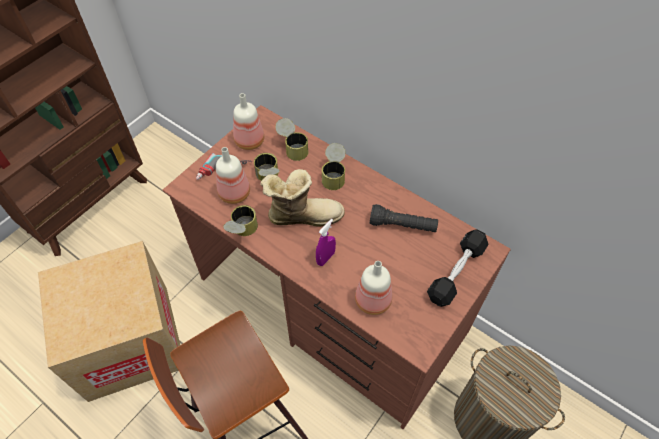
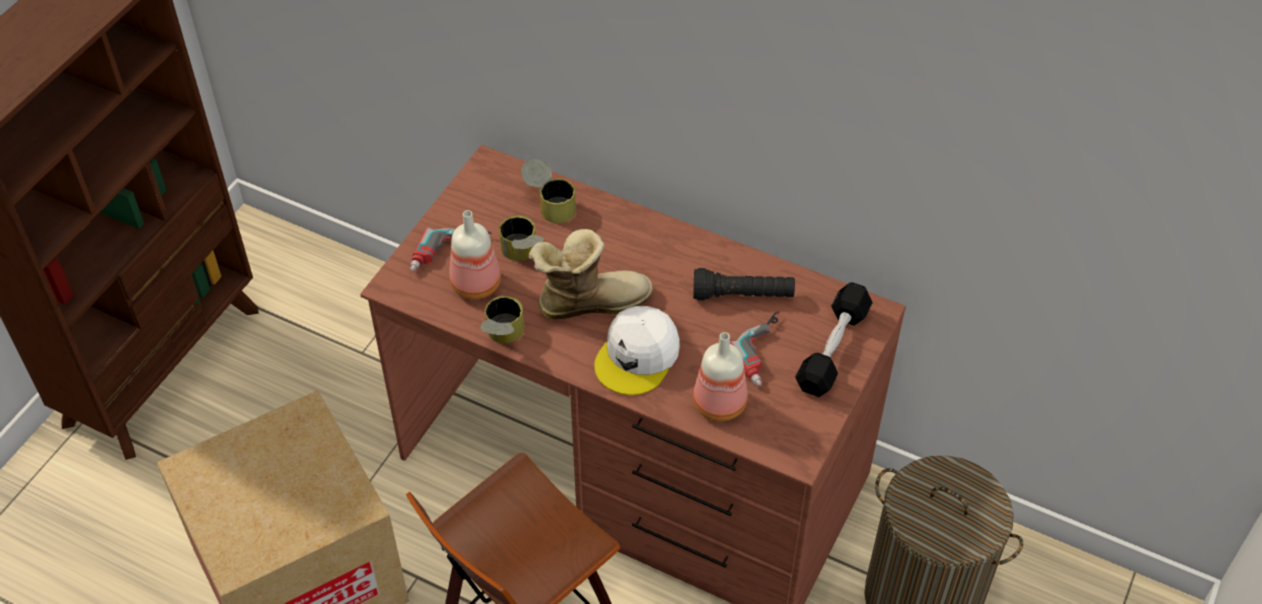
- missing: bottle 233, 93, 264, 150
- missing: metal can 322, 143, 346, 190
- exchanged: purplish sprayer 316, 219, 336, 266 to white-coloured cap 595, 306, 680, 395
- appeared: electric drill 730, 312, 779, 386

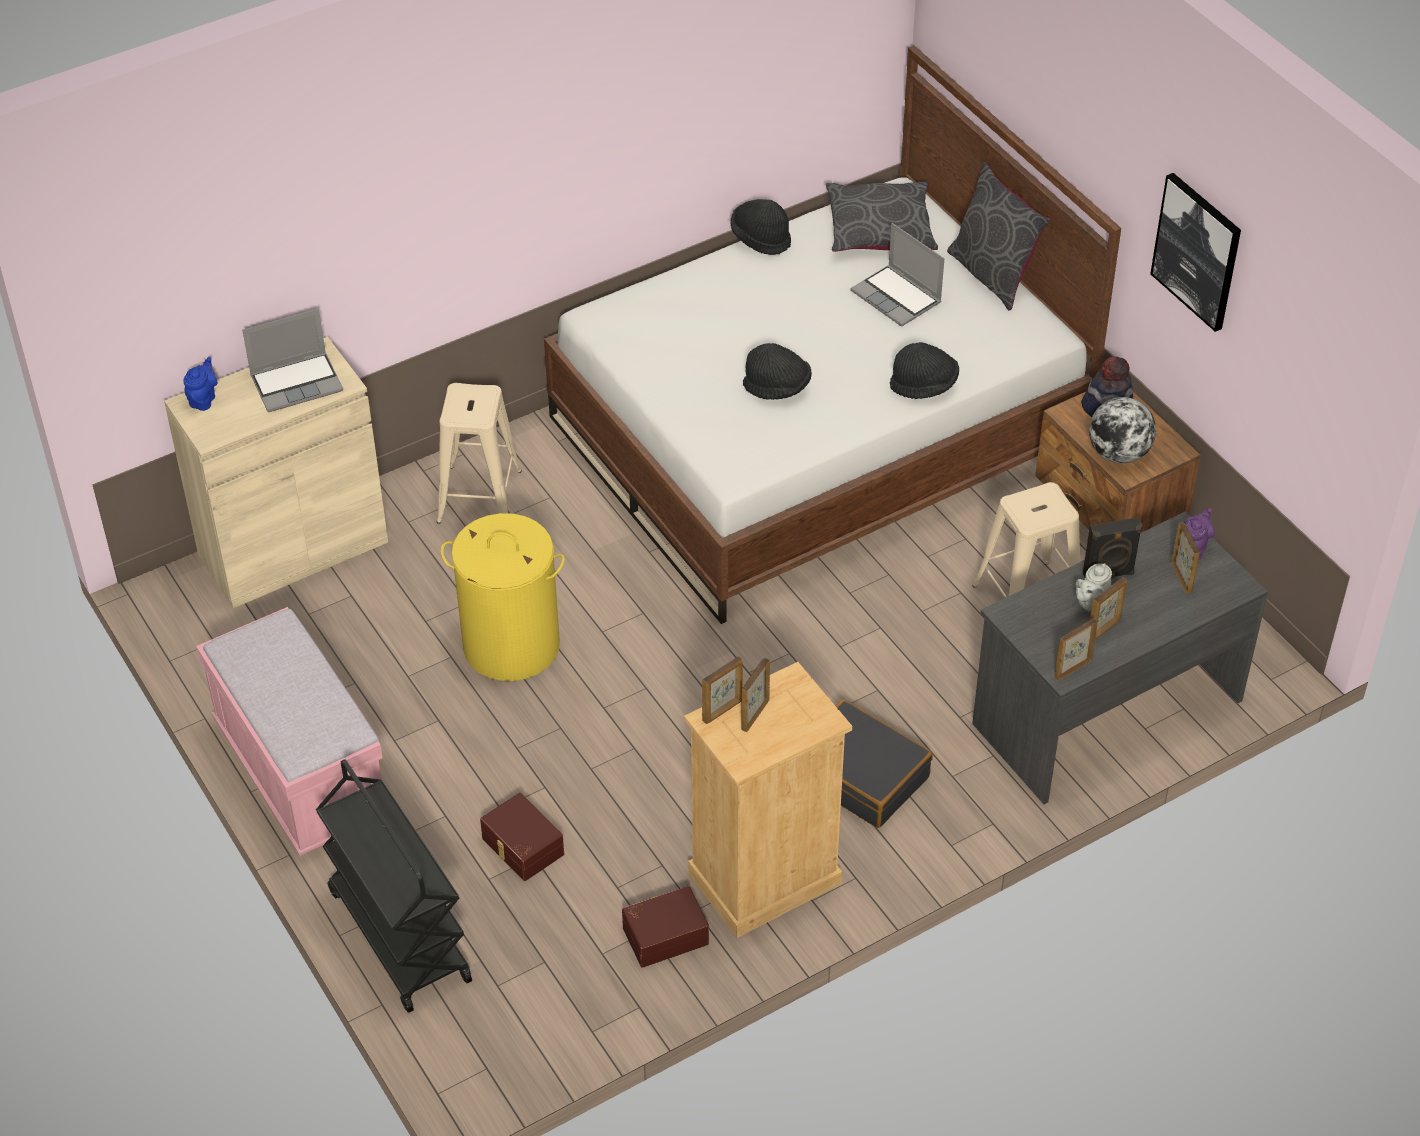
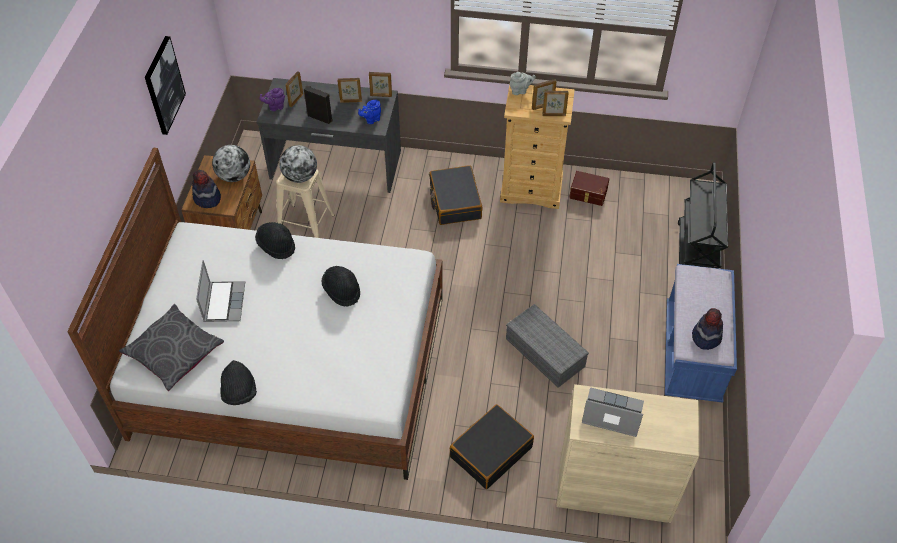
- missing: grey throw pillow 947, 162, 1050, 311
- relocated: blue-coloured tea pot 183, 357, 218, 411 to 358, 100, 381, 124
- exchanged: beige-coloured sitting stool 437, 383, 522, 524 to black-coloured piece of luggage 450, 404, 534, 489
- exchanged: yellowish washing basket 441, 513, 565, 681 to grey storage box 506, 304, 589, 388
- relocated: grey tea pot 1076, 563, 1112, 612 to 510, 72, 536, 95
- colour: pink-coloured long seat 196, 607, 383, 856 to blue-coloured long seat 665, 264, 737, 403
- missing: brownish storage box 480, 793, 564, 881
- appeared: world globe 279, 145, 317, 183
- appeared: clothing hat 692, 308, 723, 350

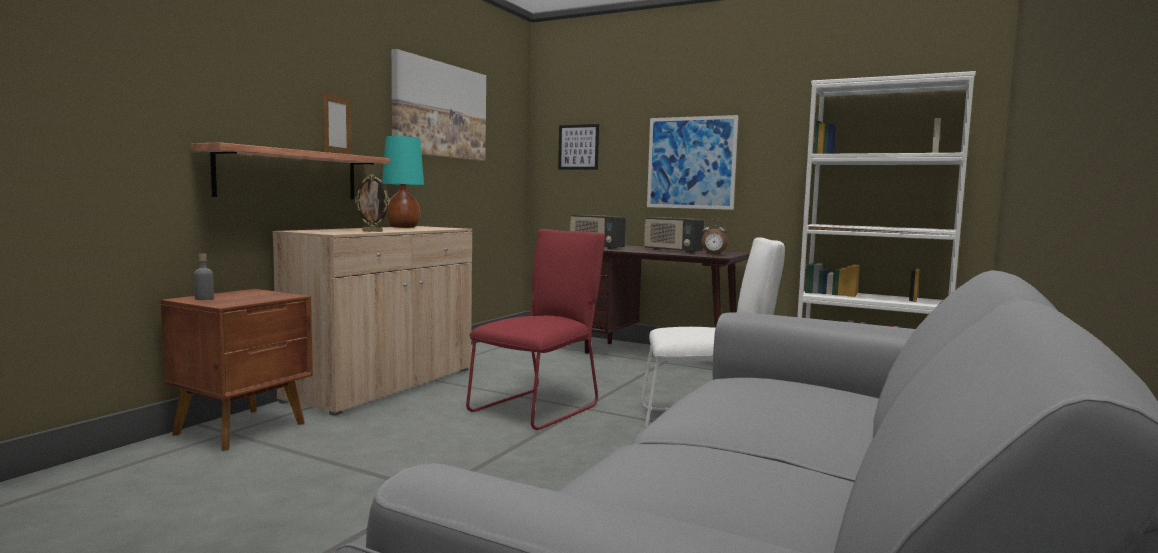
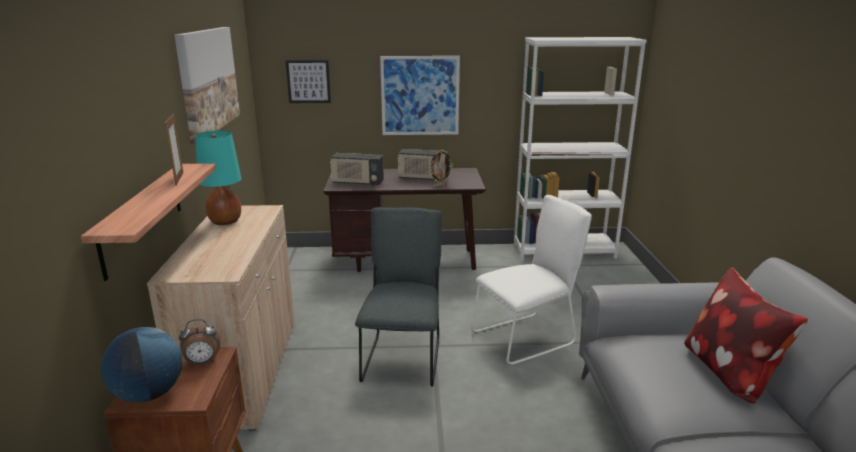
- relocated: standing frame 355, 175, 390, 232 to 430, 150, 453, 187
- relocated: table clock 701, 220, 728, 255 to 179, 319, 221, 365
- colour: red upright chair 466, 229, 605, 430 to grey upright chair 355, 207, 442, 387
- exchanged: grey bottle 194, 254, 214, 300 to world globe 101, 327, 182, 402
- appeared: throw pillow 684, 267, 808, 404

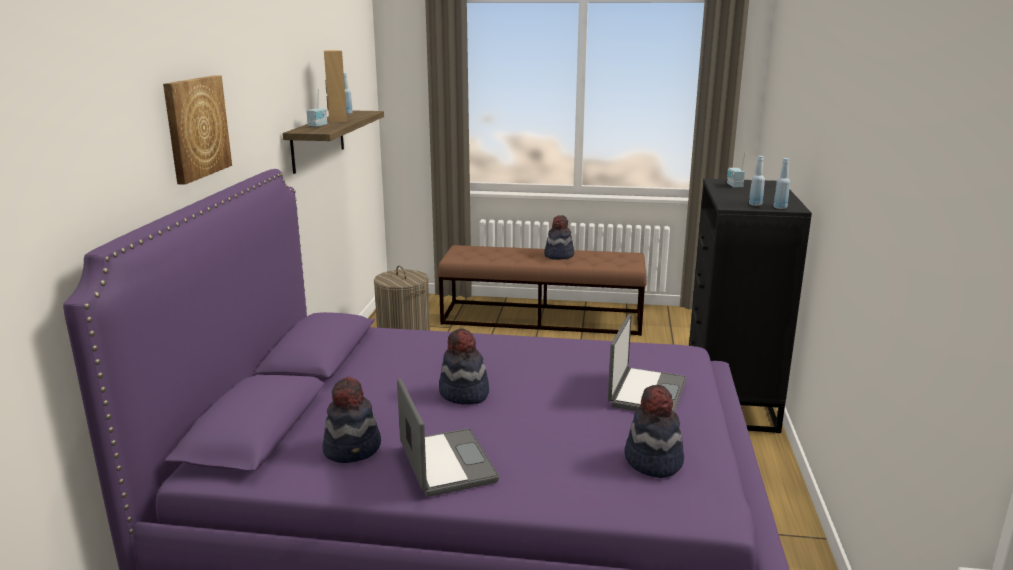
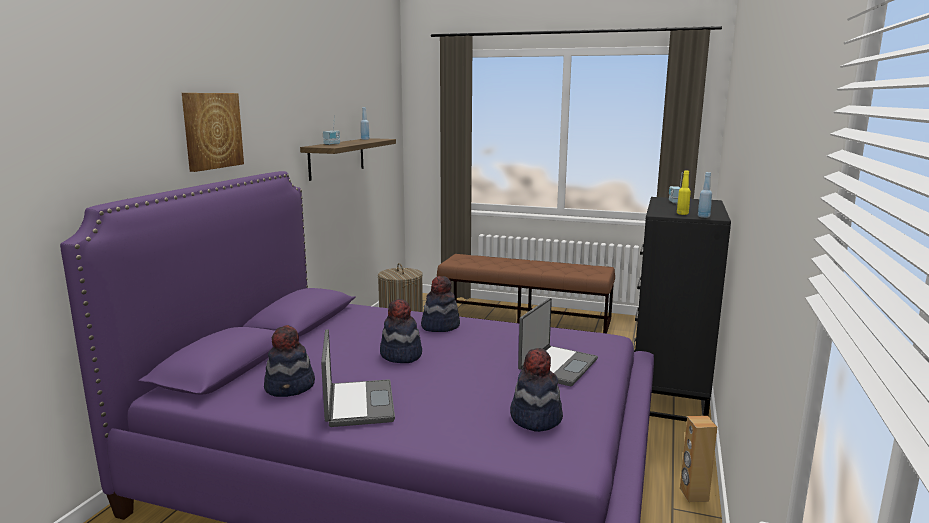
- relocated: brownish loudspeaker 324, 50, 347, 123 to 680, 416, 717, 502
- colour: blue-coloured bottle 749, 156, 765, 206 to yellowish bottle 677, 171, 691, 215
- relocated: clothing hat 544, 215, 574, 260 to 421, 276, 460, 332

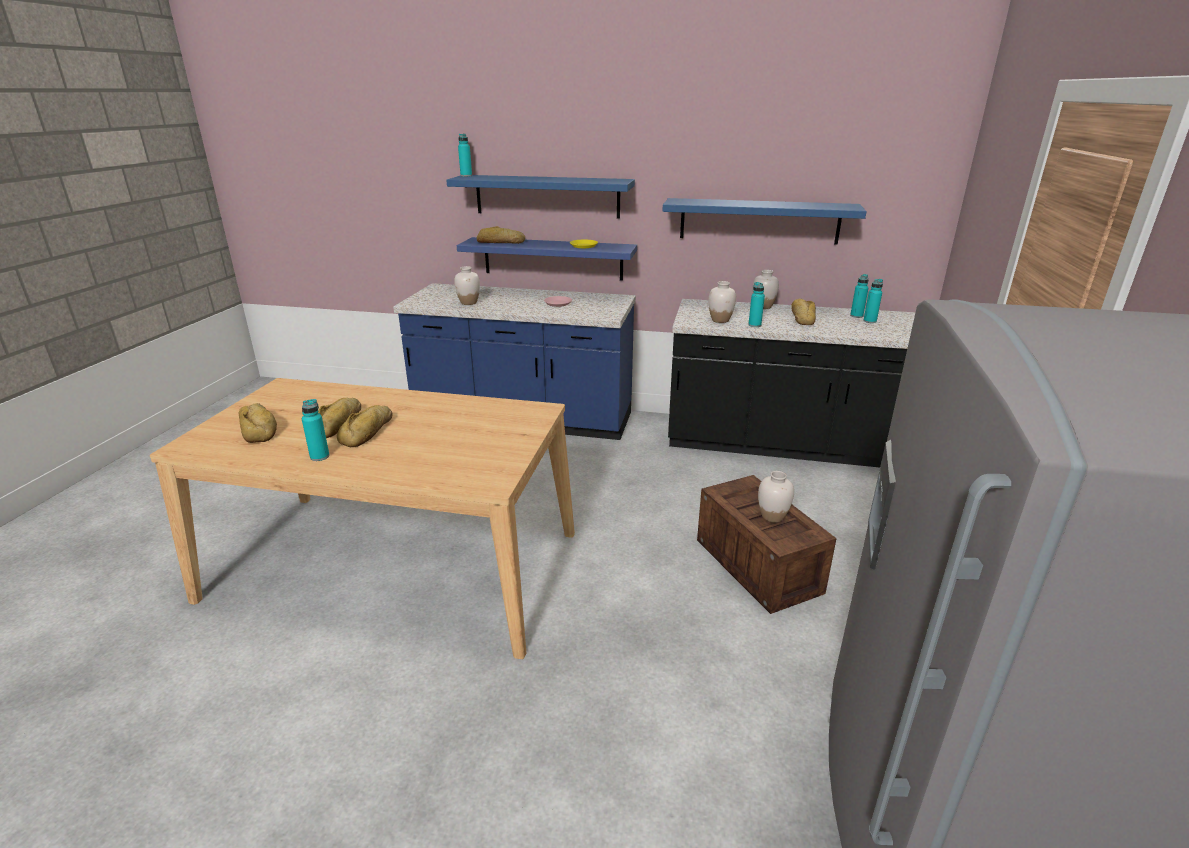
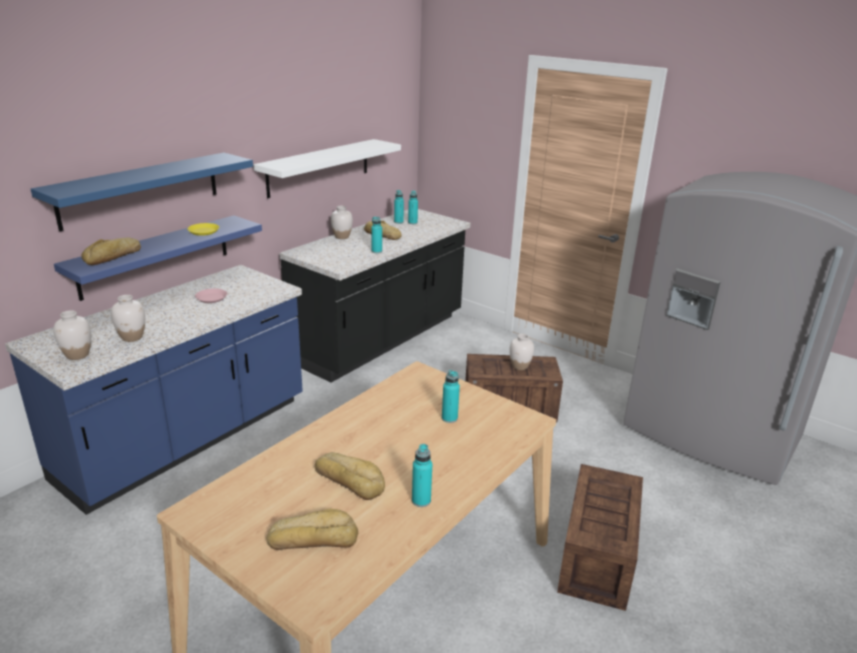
- relocated: turquoise-coloured bottle 458, 134, 472, 177 to 442, 370, 460, 423
- colour: blue-coloured wall shelf 663, 198, 867, 245 to white-coloured wall shelf 253, 139, 401, 198
- relocated: white-coloured flower vase 709, 281, 736, 323 to 53, 310, 91, 360
- missing: bakery bread 337, 405, 392, 447
- appeared: crate 557, 464, 643, 611

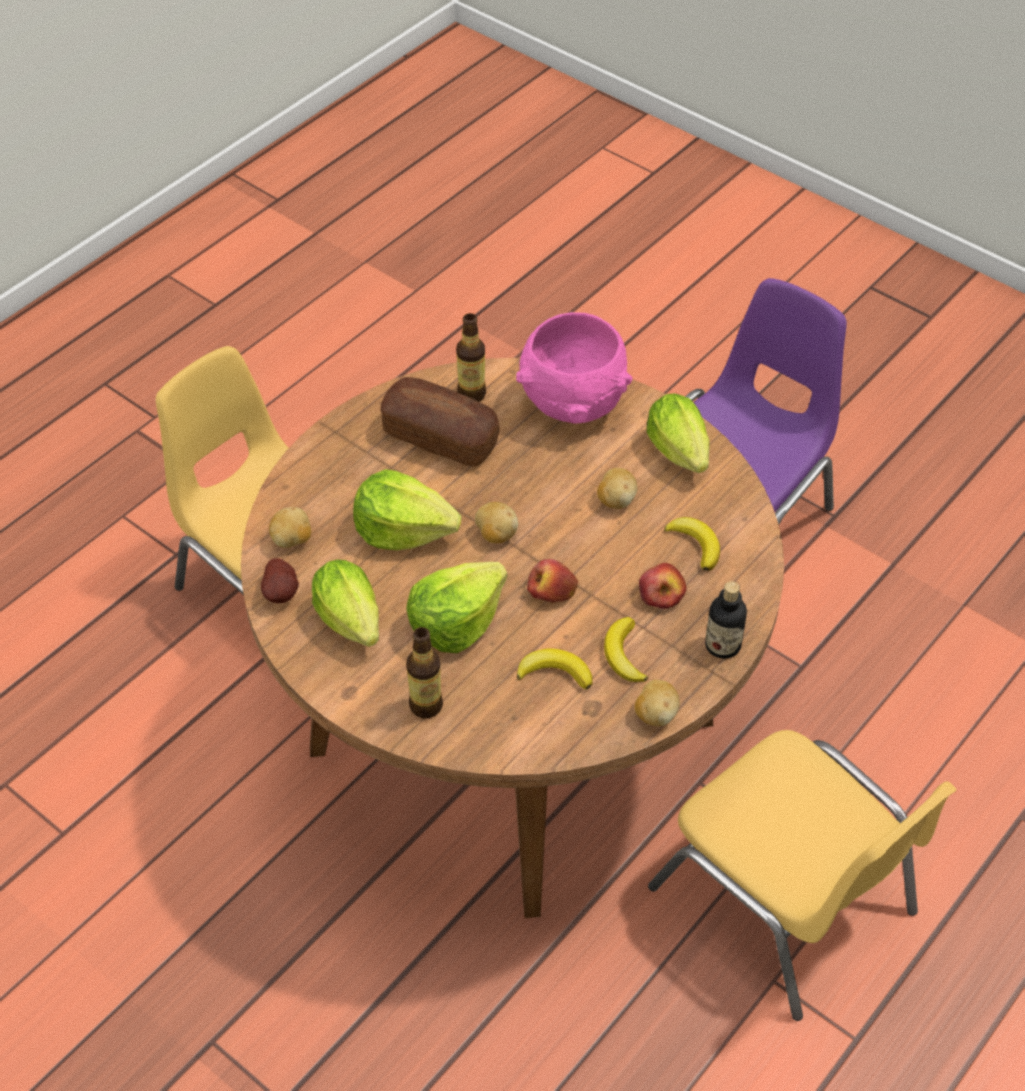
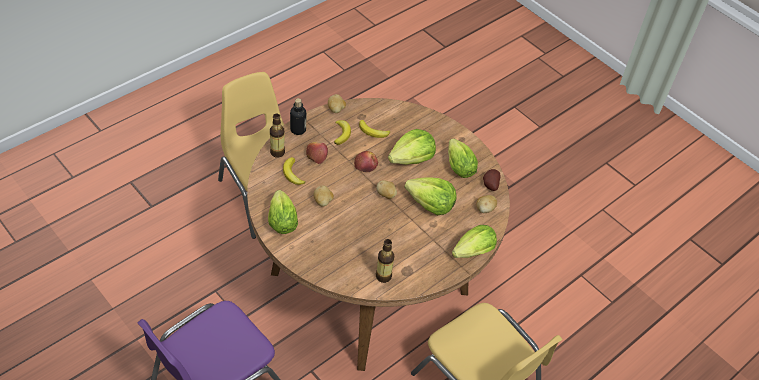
- missing: pink-coloured serving bowl 516, 312, 633, 424
- missing: bakery bread 380, 377, 499, 466
- relocated: bottle 406, 627, 443, 718 to 270, 113, 285, 158
- appeared: head of lettuce 452, 225, 497, 258

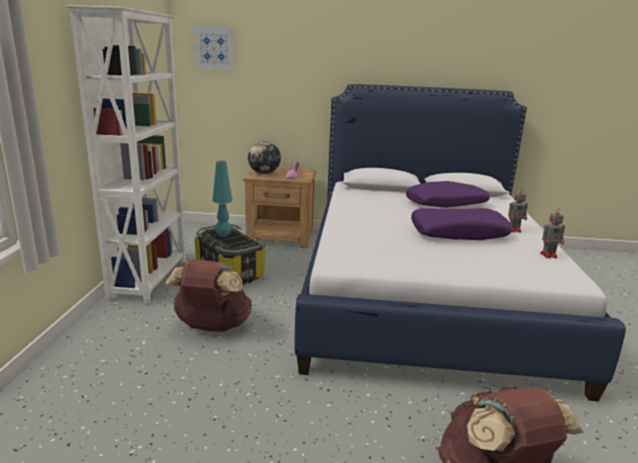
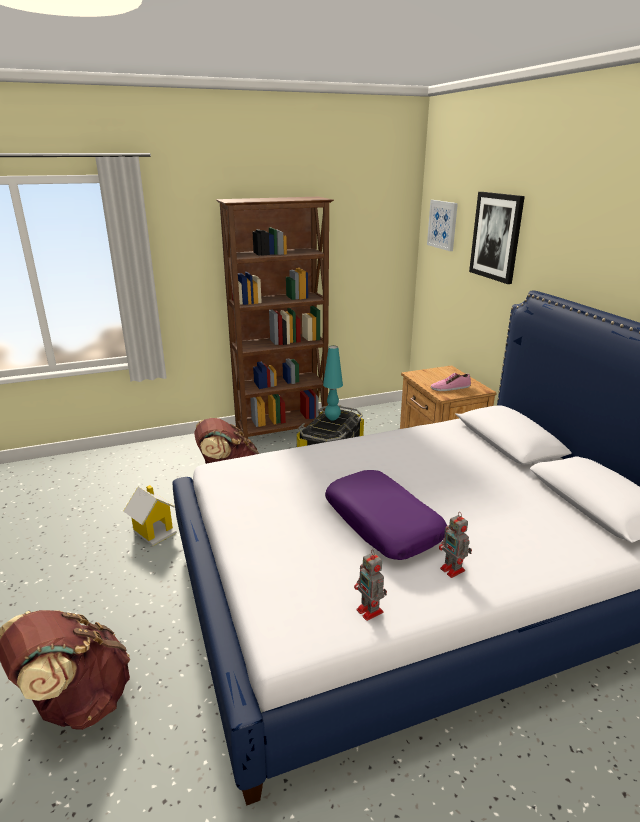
- colour: white-coloured shelving unit 66, 5, 186, 304 to brownish shelving unit 216, 197, 334, 440
- missing: world globe 248, 141, 281, 174
- missing: purplish throw pillow 406, 181, 490, 208
- appeared: wall picture 469, 192, 525, 284
- appeared: toy house 123, 485, 177, 546

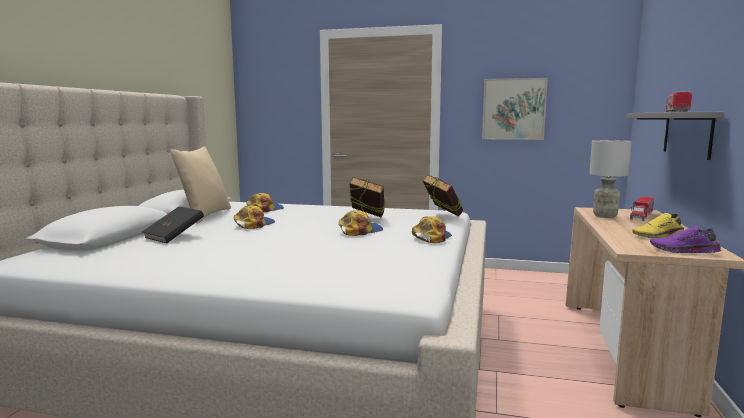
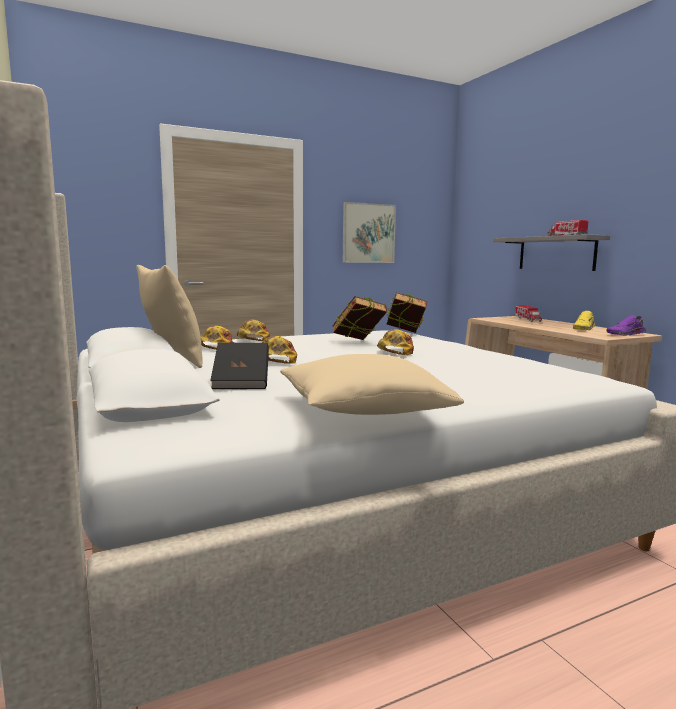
- missing: grey tabletop lamp 589, 140, 632, 218
- relocated: cap 412, 216, 452, 243 to 236, 320, 270, 341
- appeared: beige-coloured throw pillow 280, 354, 464, 415

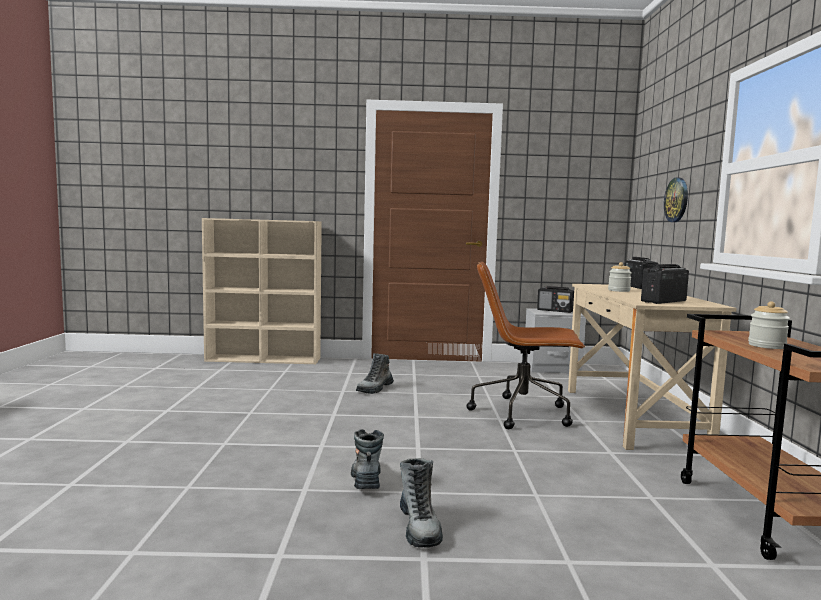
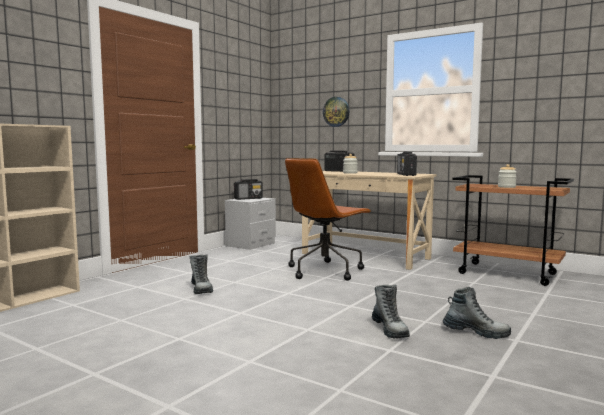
- spun: boot 351, 429, 384, 489 = 372, 285, 410, 338 135 degrees counterclockwise

